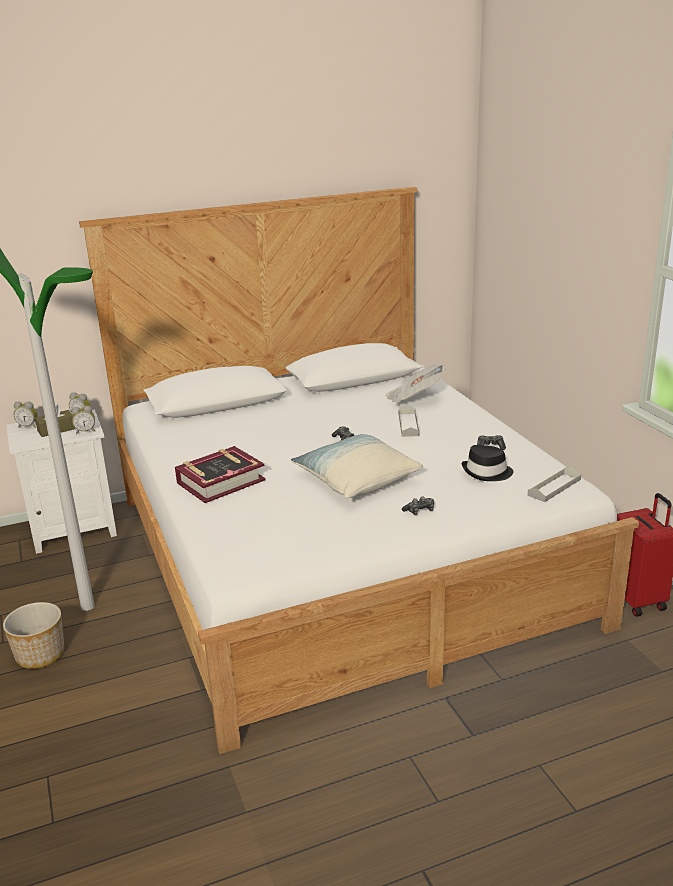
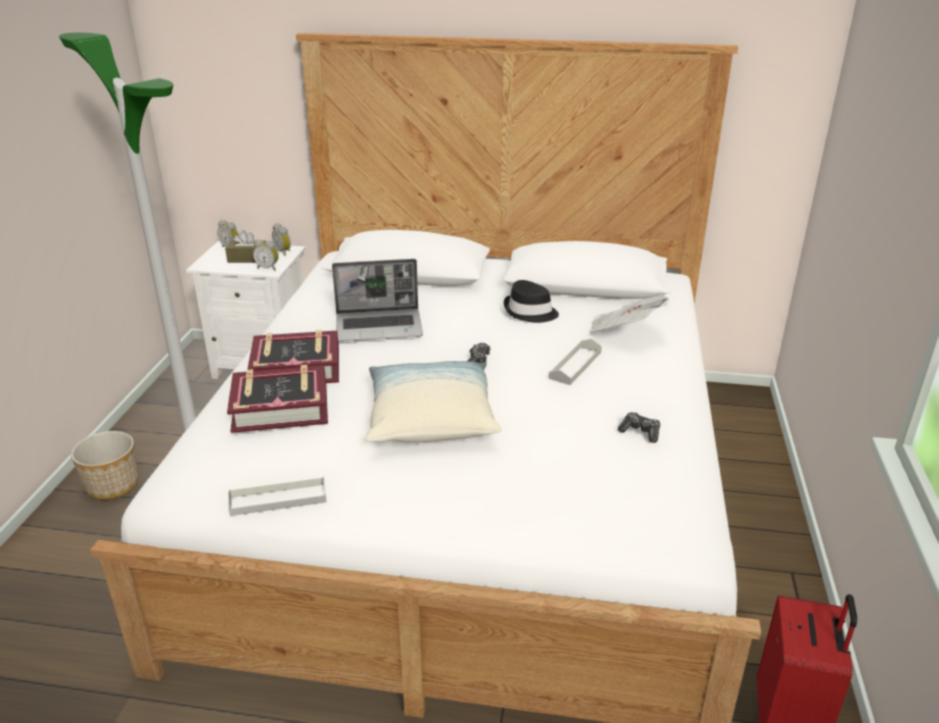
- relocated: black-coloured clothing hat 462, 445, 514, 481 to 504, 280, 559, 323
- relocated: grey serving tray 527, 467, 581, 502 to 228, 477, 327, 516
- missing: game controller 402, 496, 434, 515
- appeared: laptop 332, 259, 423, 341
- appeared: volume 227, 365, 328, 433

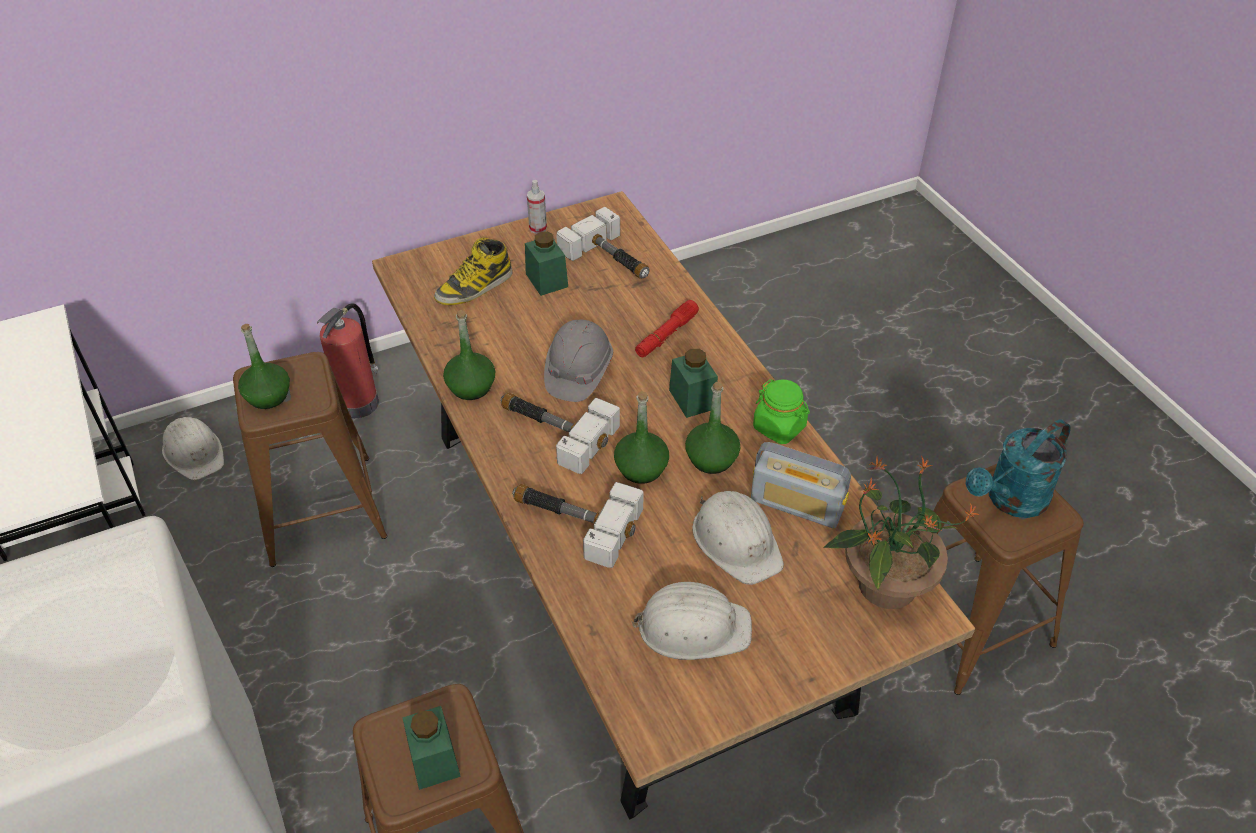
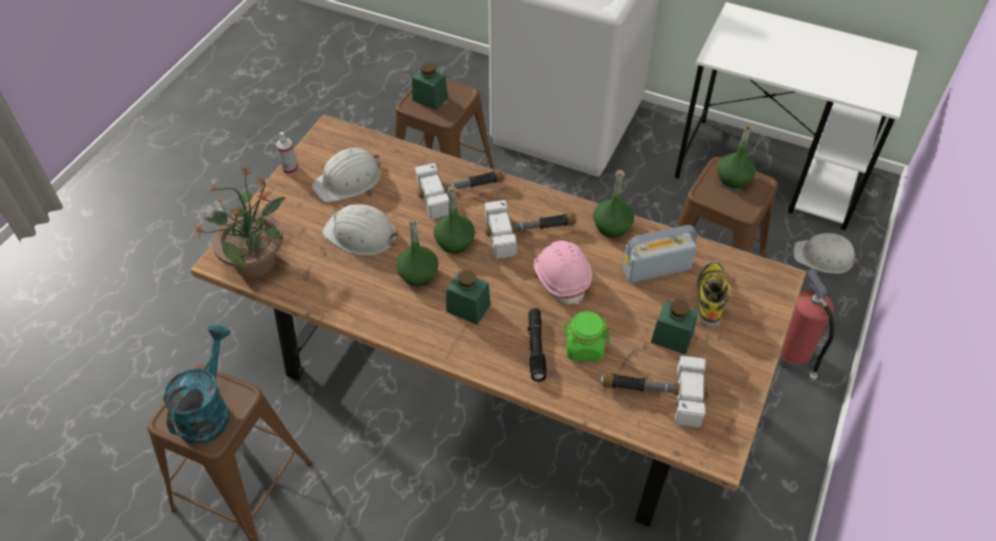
- relocated: sprayer 527, 180, 547, 234 to 276, 132, 298, 175
- colour: red flashlight 635, 300, 699, 357 to black-coloured flashlight 528, 308, 547, 382
- colour: grey work helmet 544, 319, 613, 402 to pink-coloured work helmet 533, 240, 592, 305
- relocated: green storage jar 753, 379, 810, 444 to 562, 311, 610, 361
- relocated: radio set 751, 442, 851, 528 to 622, 225, 697, 283

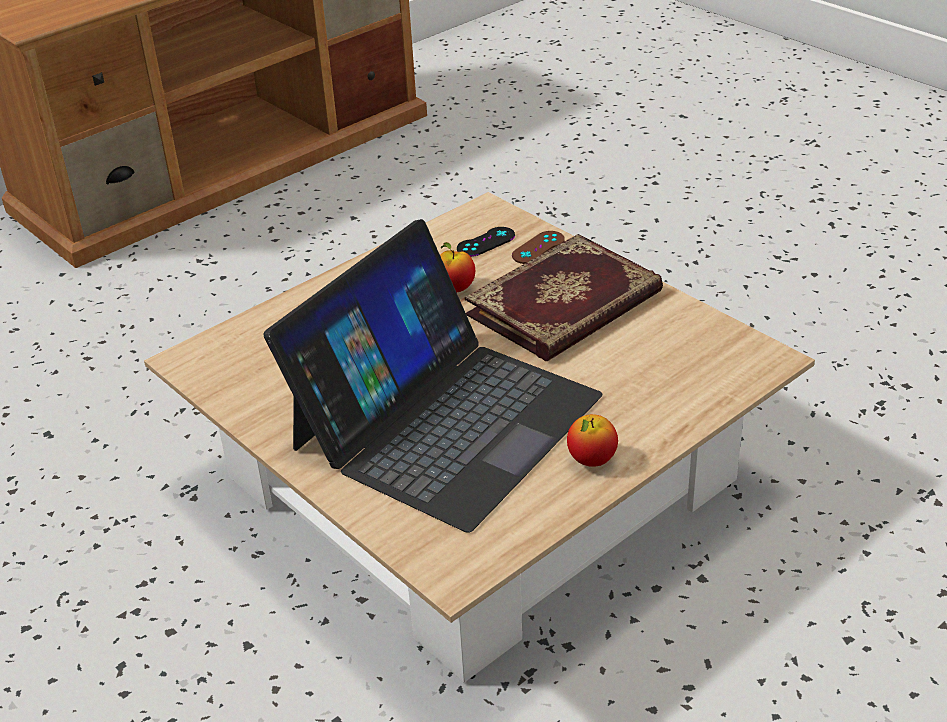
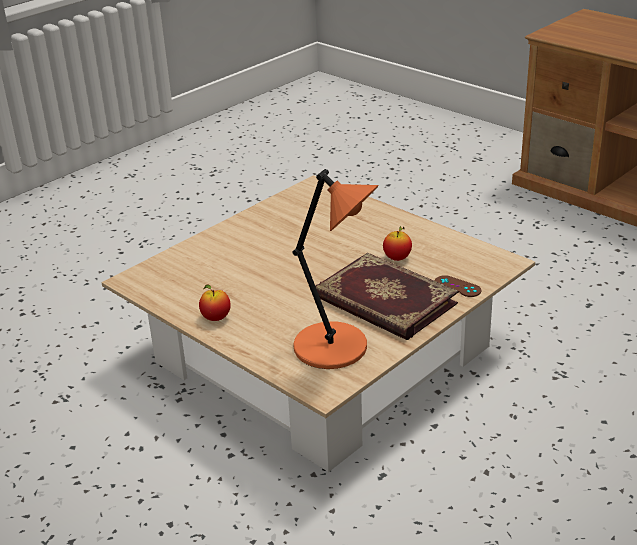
- missing: laptop 264, 219, 602, 533
- missing: black-coloured game controller 457, 227, 515, 257
- appeared: orange-coloured tabletop lamp 292, 169, 378, 369

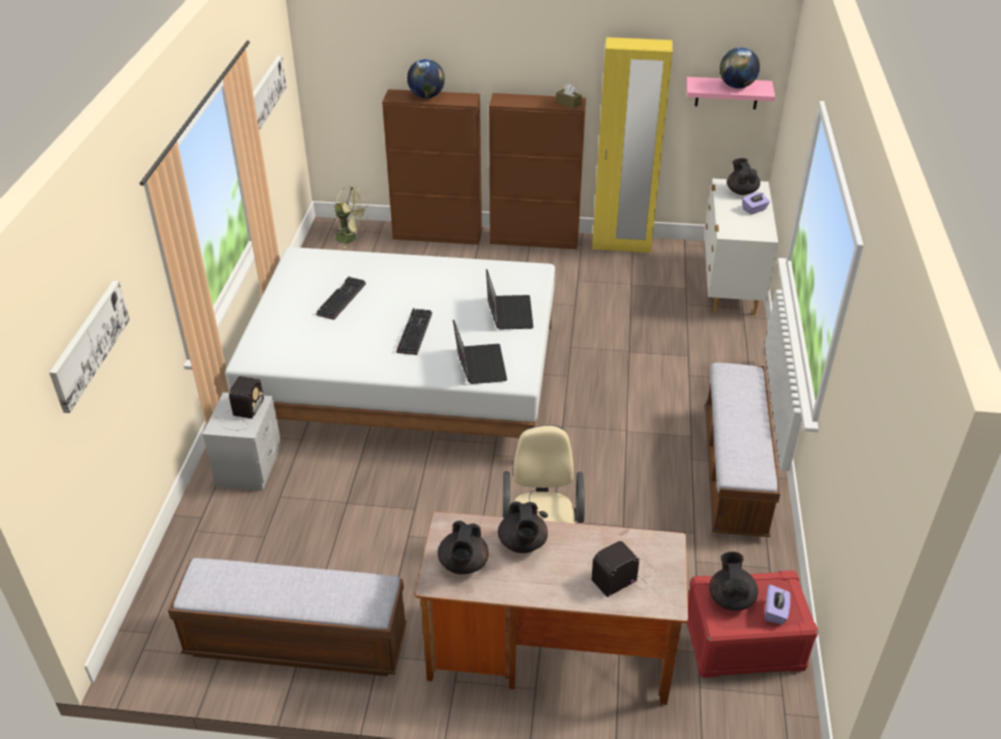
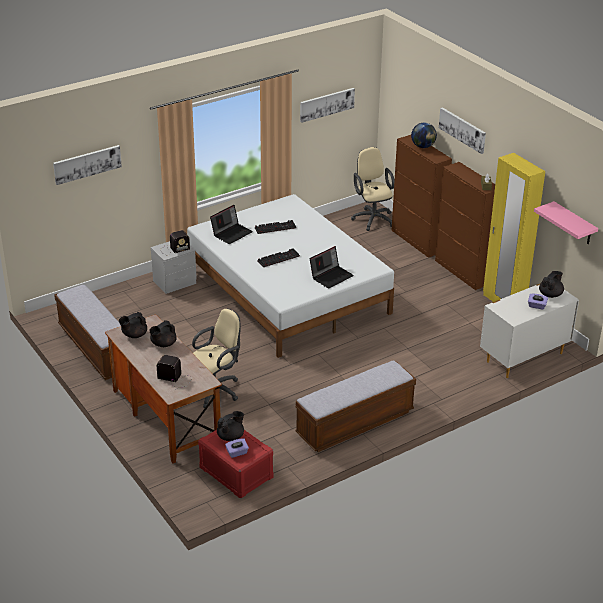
- missing: world globe 720, 47, 760, 88
- exchanged: green electric fan 333, 186, 368, 249 to beige-coloured desk chair 351, 147, 395, 231
- relocated: laptop 453, 320, 507, 384 to 210, 205, 253, 244
- appeared: wall picture 439, 107, 486, 154

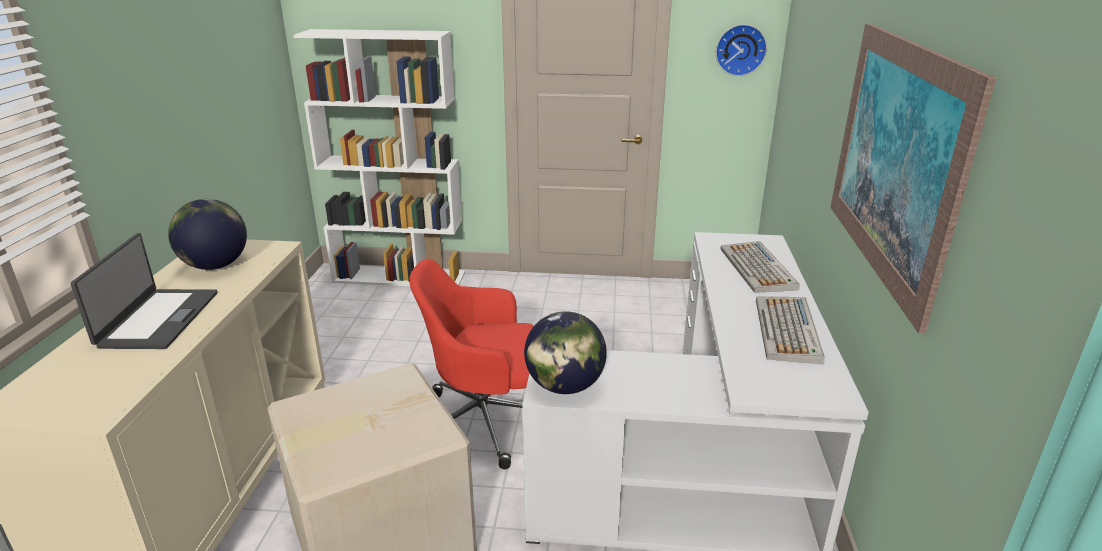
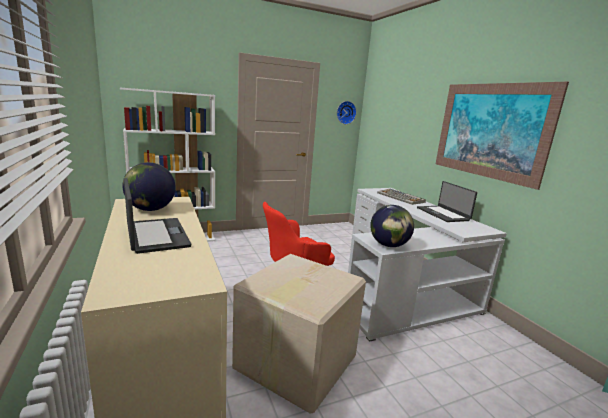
- exchanged: computer keyboard 756, 296, 825, 364 to laptop 417, 181, 477, 222

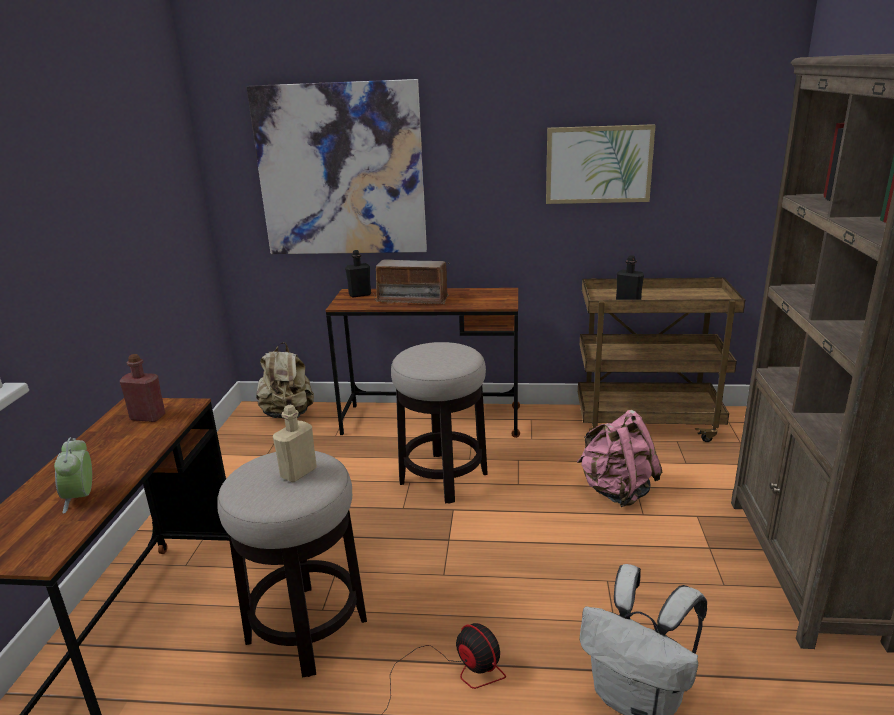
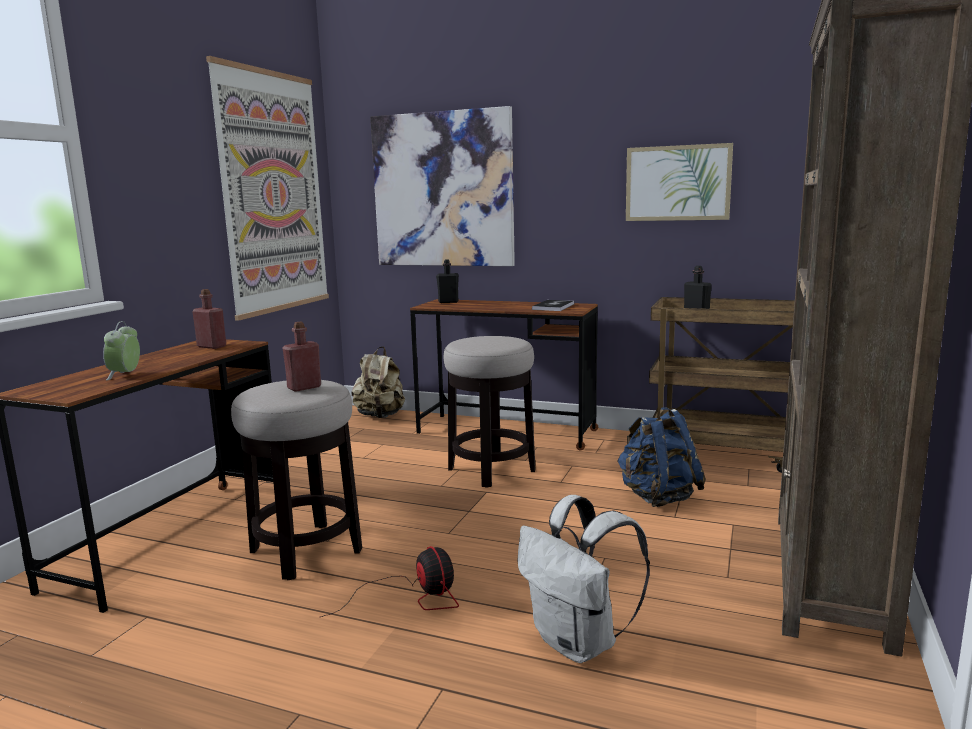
- missing: radio set 373, 259, 450, 304
- colour: beige-coloured bottle 273, 404, 317, 482 to red bottle 283, 322, 321, 392
- colour: pink-coloured rucksack 577, 410, 662, 507 to blue-coloured rucksack 617, 407, 706, 507
- appeared: wall picture 206, 56, 329, 321
- appeared: volume 532, 300, 574, 311

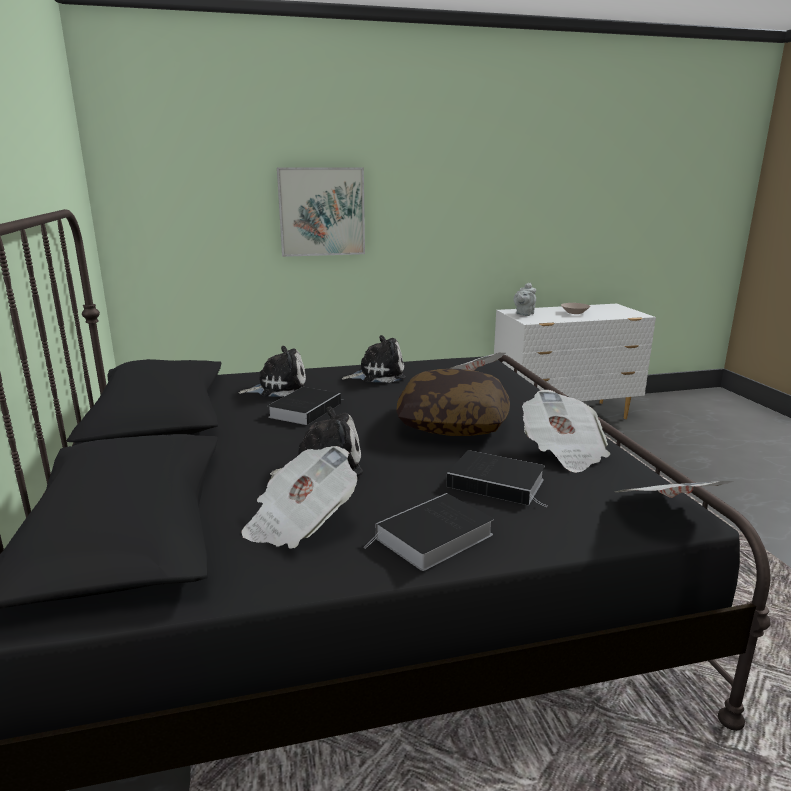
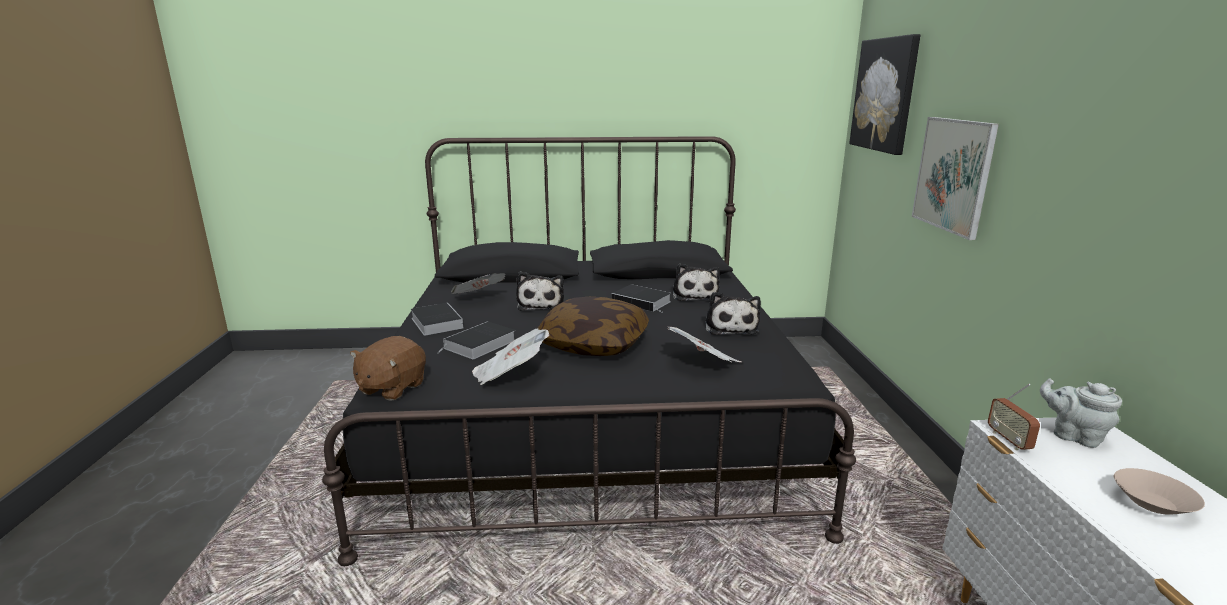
- exchanged: daily paper 615, 481, 734, 498 to brownish plush toy 350, 336, 426, 401
- appeared: wall picture 849, 34, 920, 155
- appeared: radio set 988, 384, 1040, 450

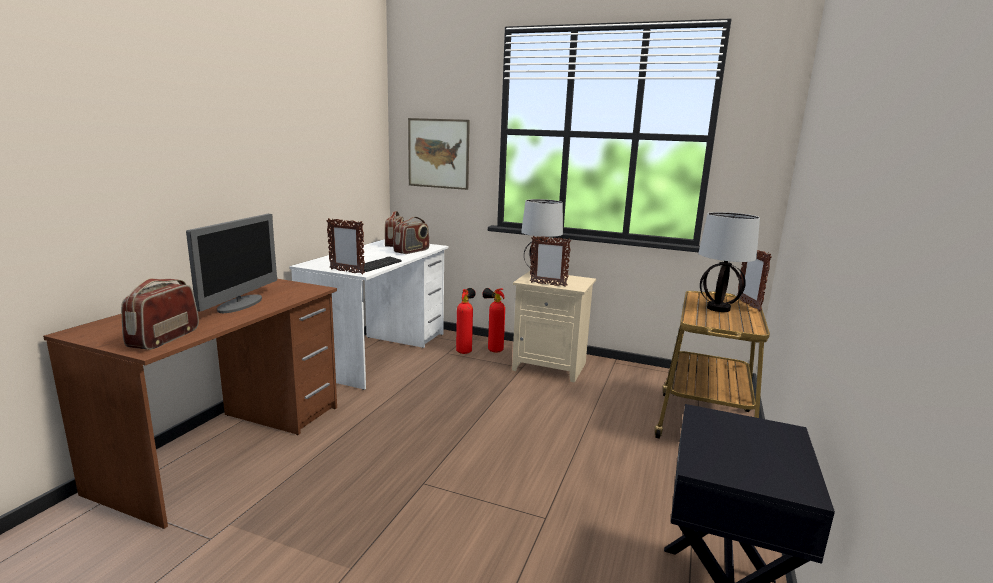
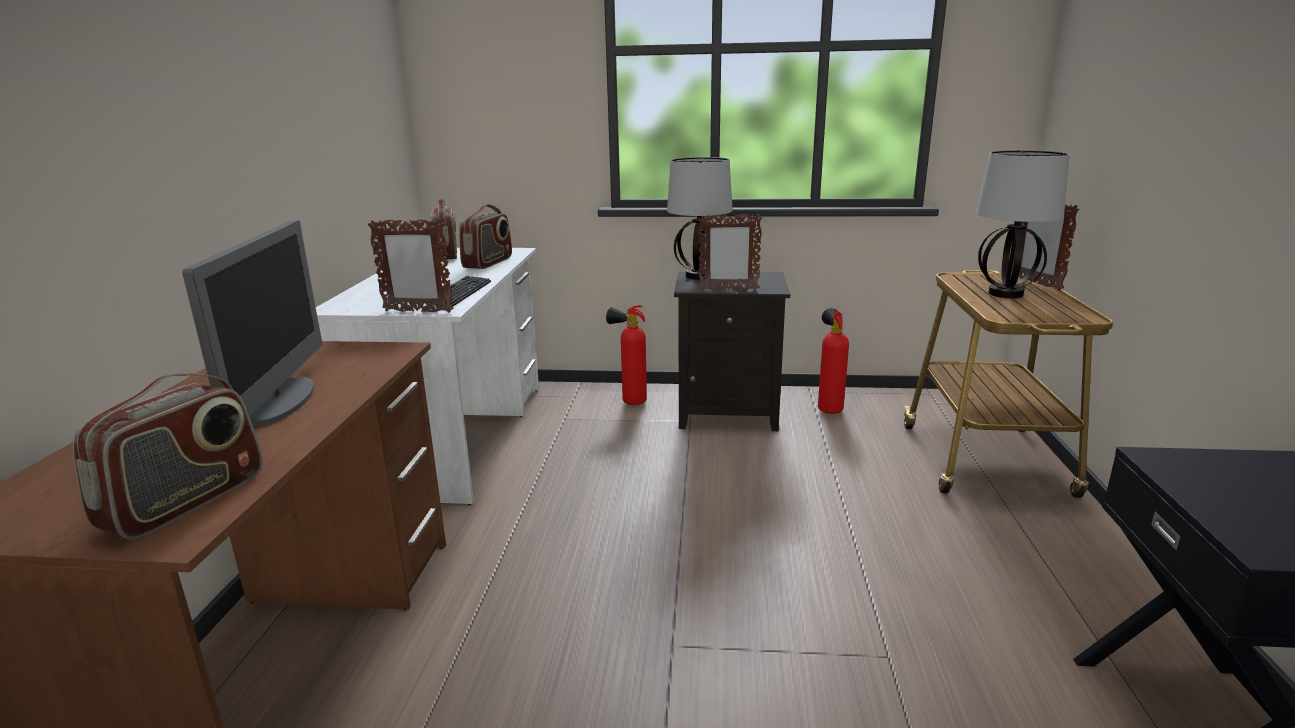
- missing: wall picture 408, 118, 470, 190
- colour: beige-coloured nightstand 512, 271, 596, 383 to black-coloured nightstand 674, 271, 790, 431
- spun: radio set 121, 278, 199, 350 = 73, 373, 263, 539 150 degrees counterclockwise
- relocated: fire extinguisher 456, 288, 476, 354 to 818, 308, 849, 414

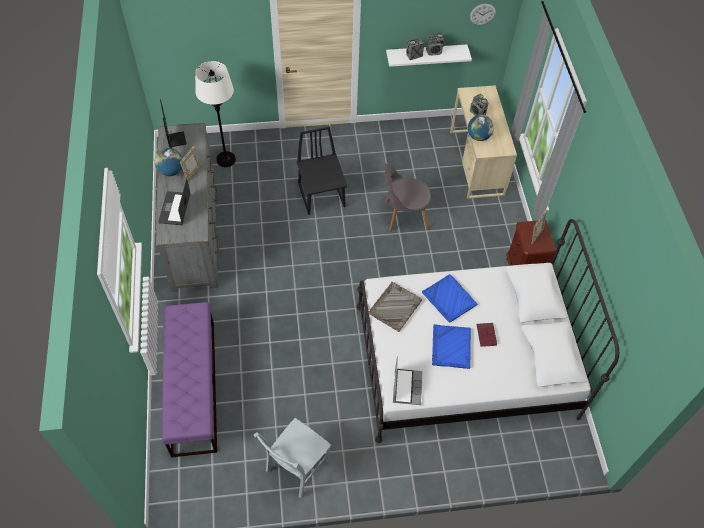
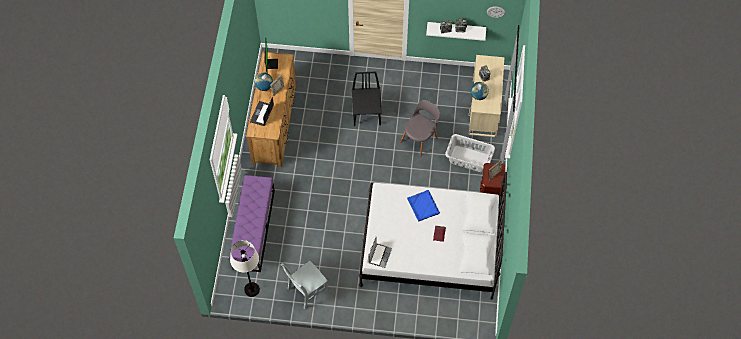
- relocated: white-coloured floor lamp 195, 61, 236, 167 to 230, 240, 260, 297
- colour: grey dresser 156, 123, 219, 292 to brownish dresser 246, 52, 296, 167
- spun: grey upright chair 385, 163, 431, 232 = 400, 100, 440, 157 120 degrees clockwise
- missing: grey serving tray 368, 282, 422, 332
- missing: blue-coloured serving tray 432, 324, 471, 369
- appeared: grey washing basket 445, 134, 495, 172

